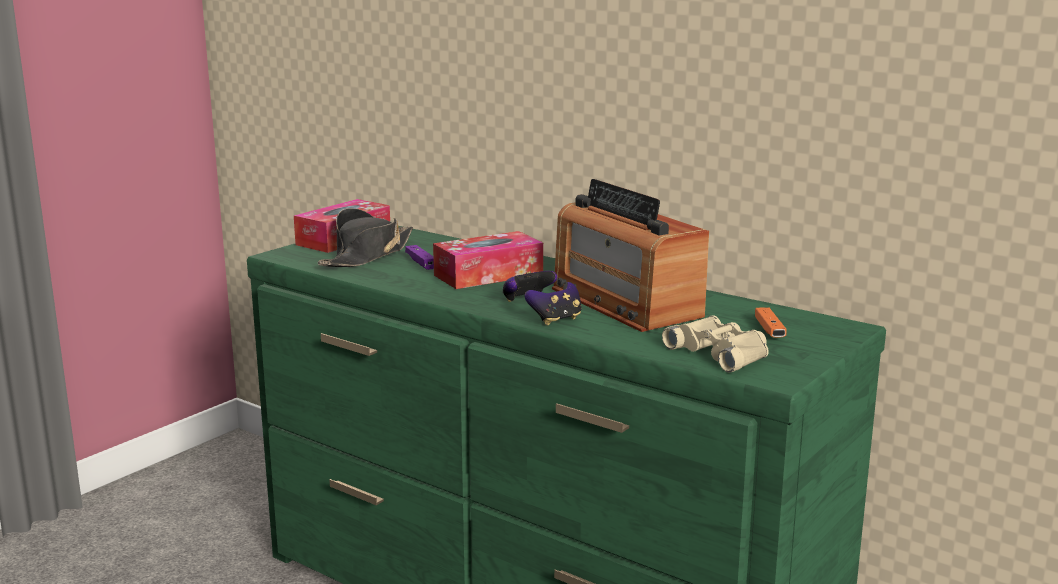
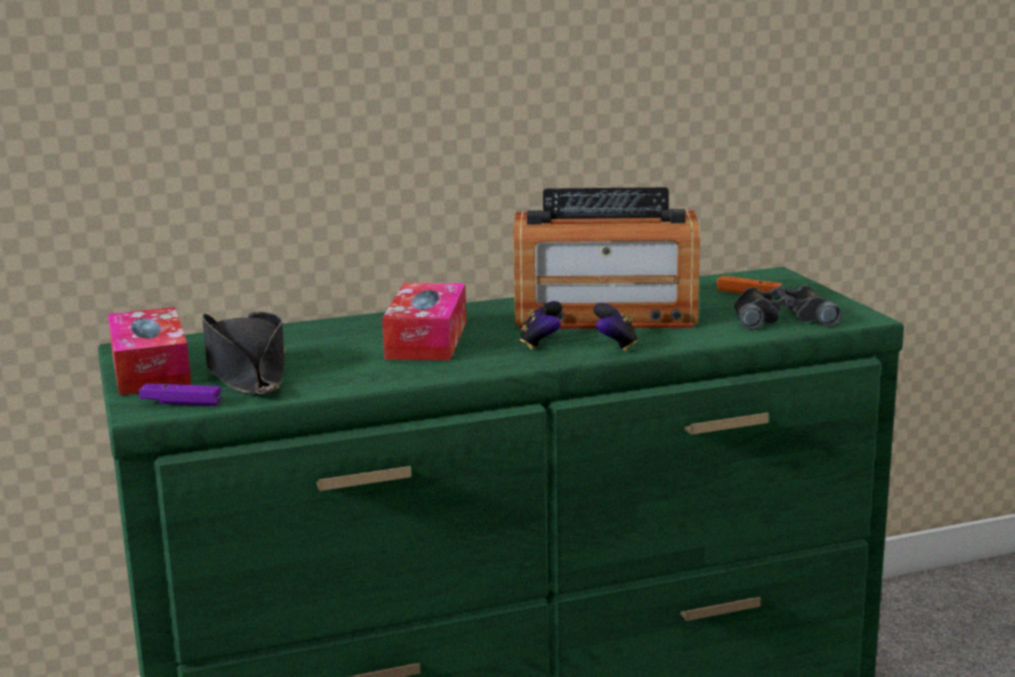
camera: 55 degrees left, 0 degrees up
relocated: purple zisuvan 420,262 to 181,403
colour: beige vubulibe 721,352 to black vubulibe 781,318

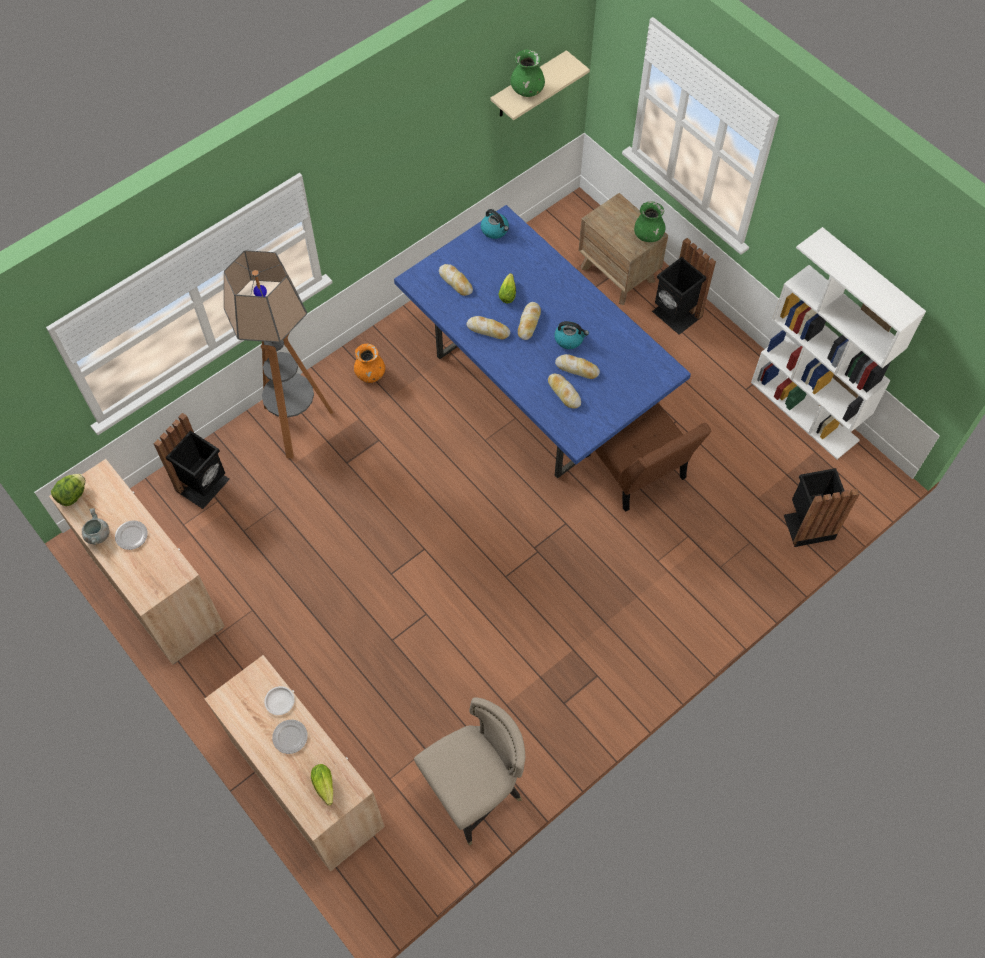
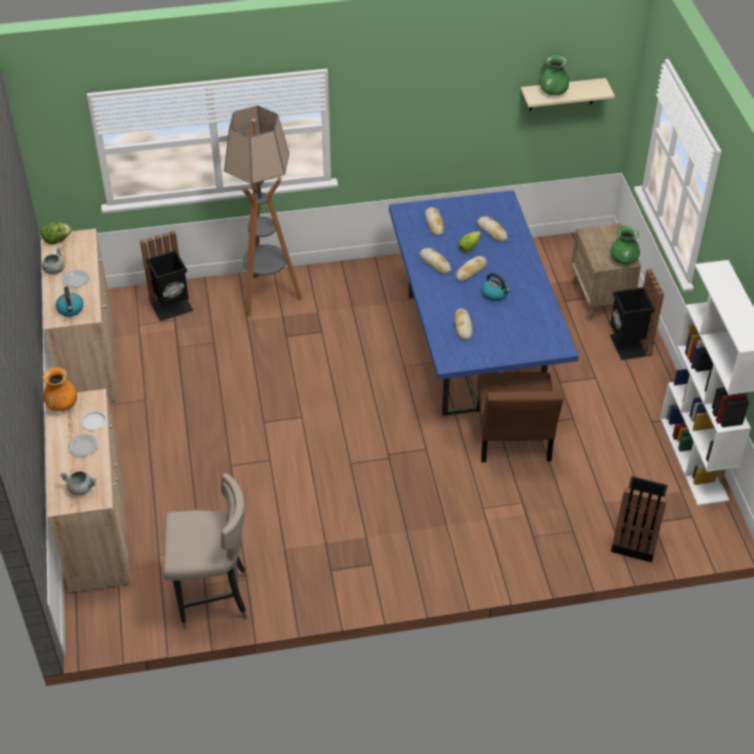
camera: 30 degrees right, 15 degrees down
relocated: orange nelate 370,374 to 62,404; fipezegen 495,230 to 70,309; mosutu 577,369 to 492,231
exchanged: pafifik 325,788 to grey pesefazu 81,488

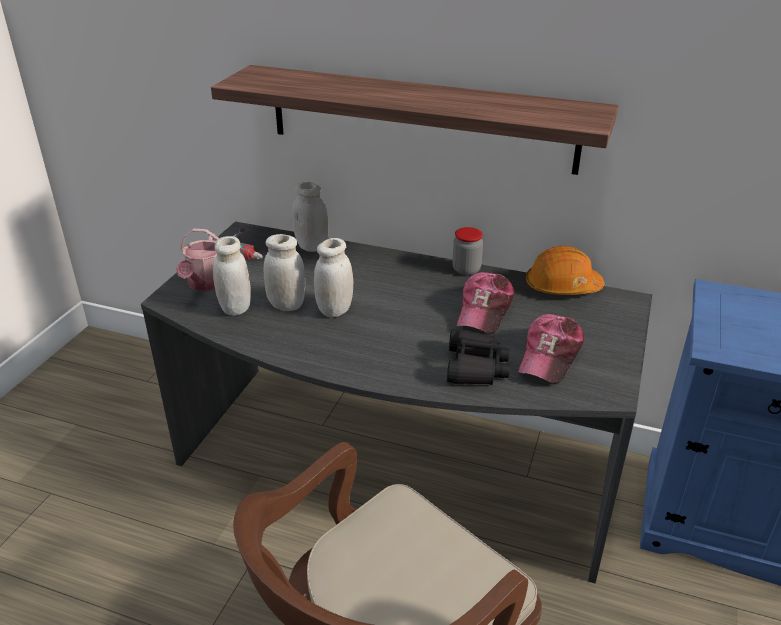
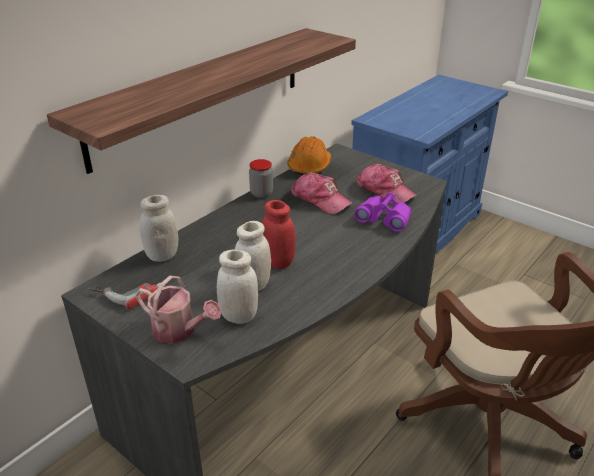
camera: 70 degrees left, 0 degrees up
colour: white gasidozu 335,310 to red gasidozu 278,262; black vubulibe 475,367 to purple vubulibe 384,219

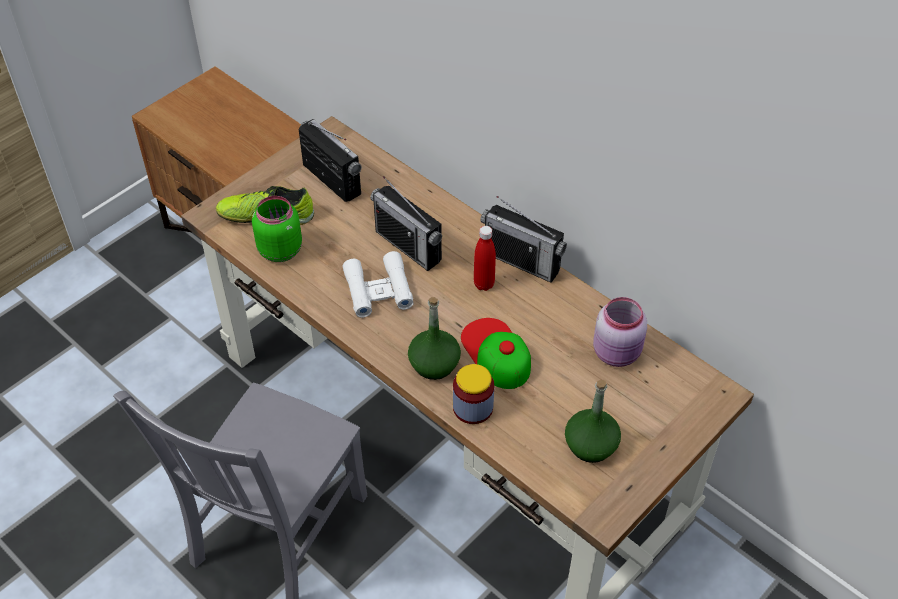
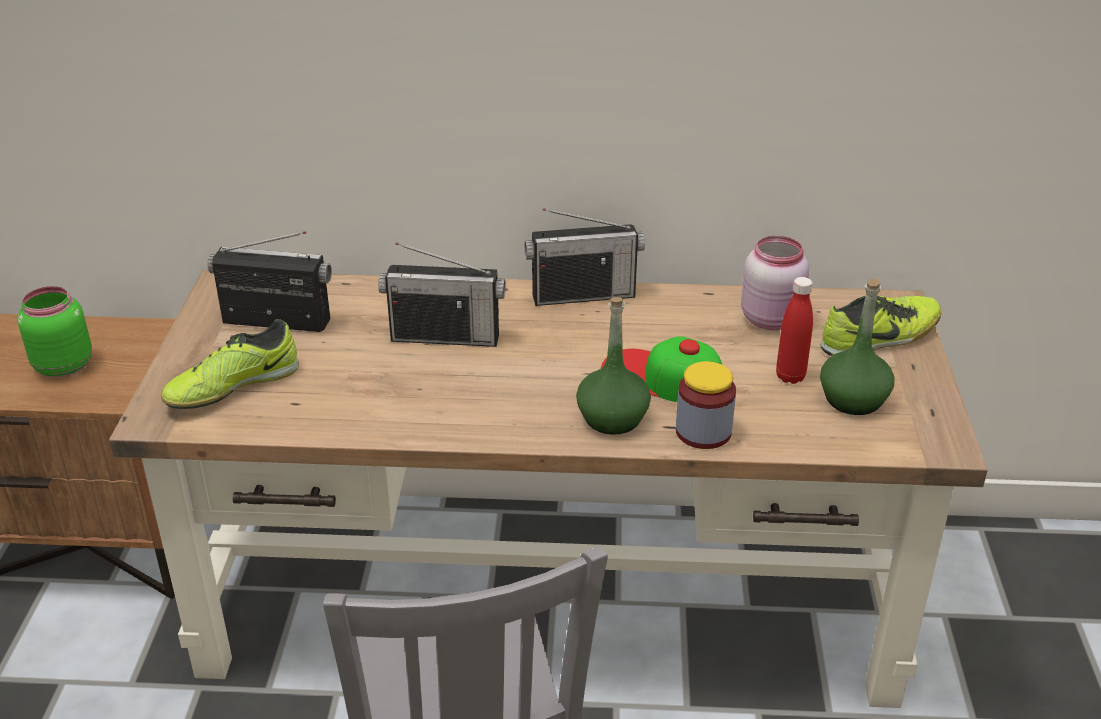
camera: 40 degrees left, 15 degrees down
missing: white vubulibe 378,290
appeared: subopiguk 880,338
relocated: green gasidozu 280,249 to 62,366; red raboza 484,284 to 790,376

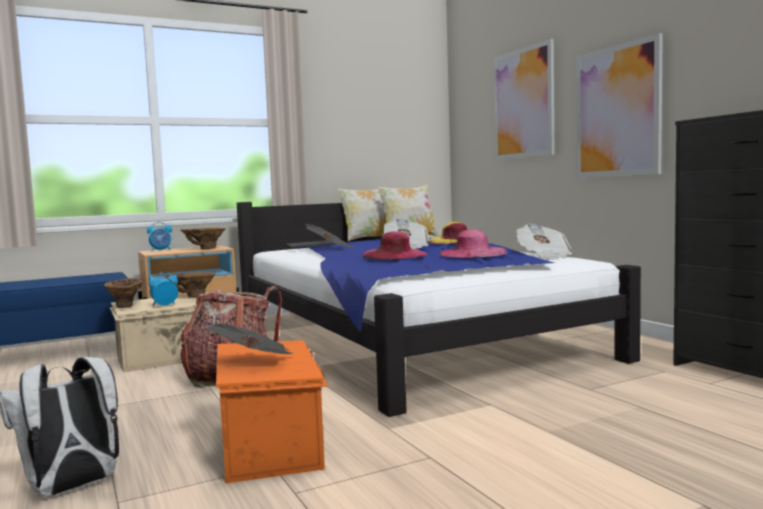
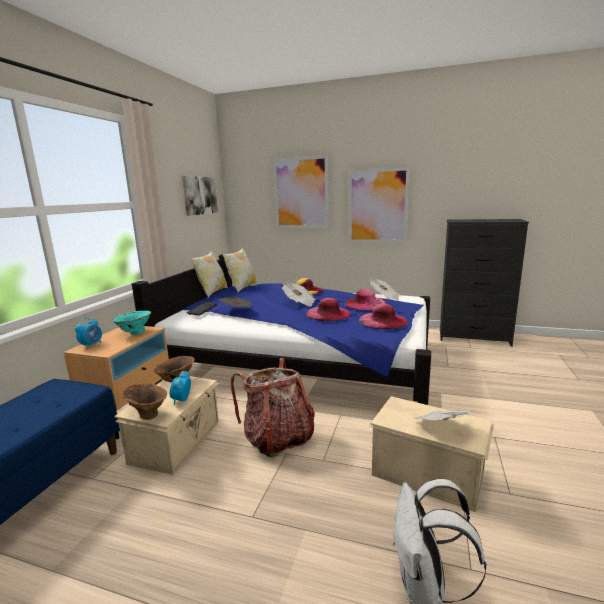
camera: 45 degrees left, 10 degrees up
appeared: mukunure 200,195; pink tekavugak 383,321
colour: brown nelate 204,248 to turquoise nelate 134,333; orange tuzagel 272,444 to beige tuzagel 427,472

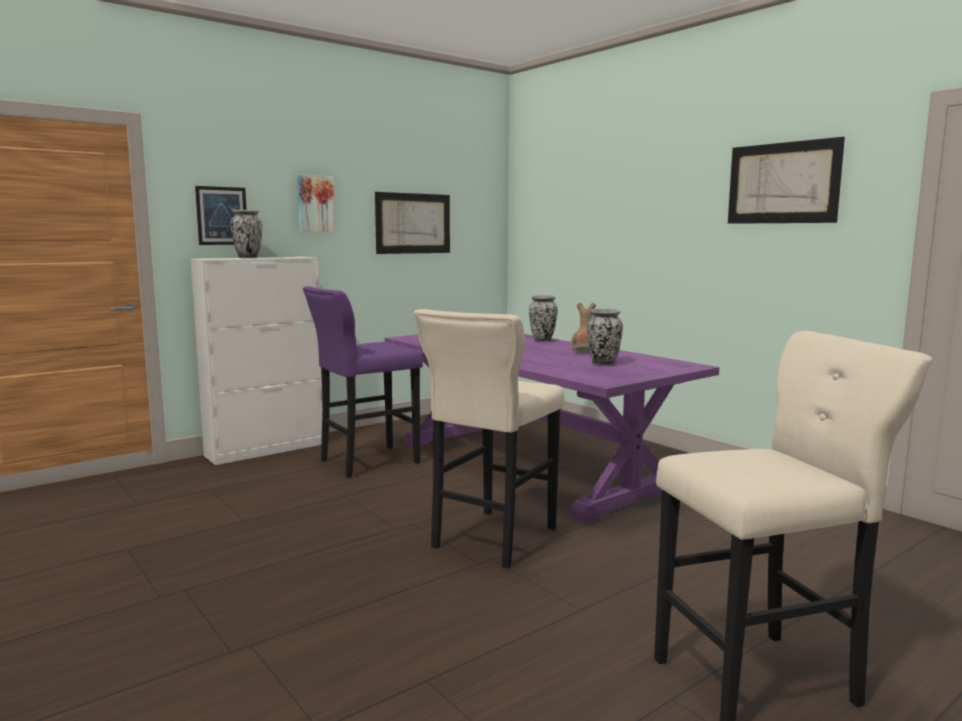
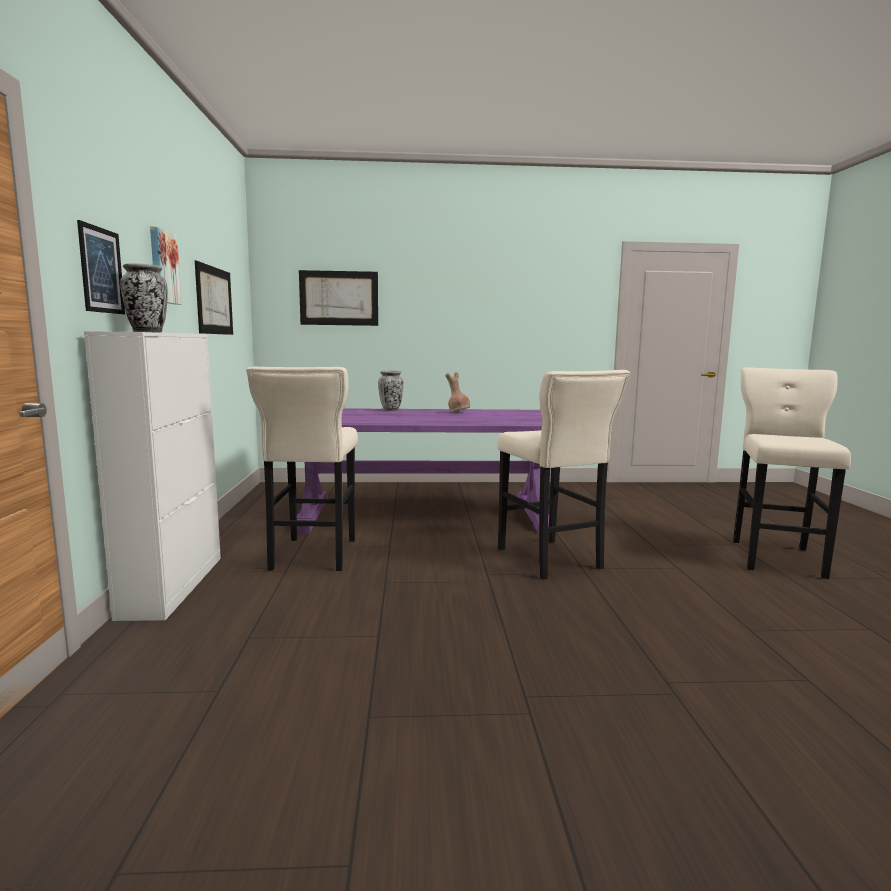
camera: 55 degrees left, 0 degrees up
missing: nelate 603,364
relocated: mukunure 782,183 to 339,298
colour: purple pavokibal 365,462 to beige pavokibal 313,556

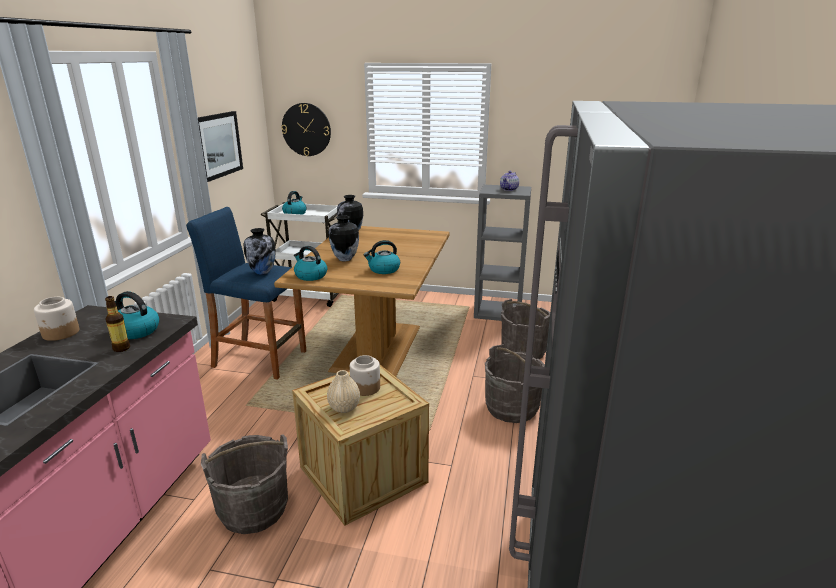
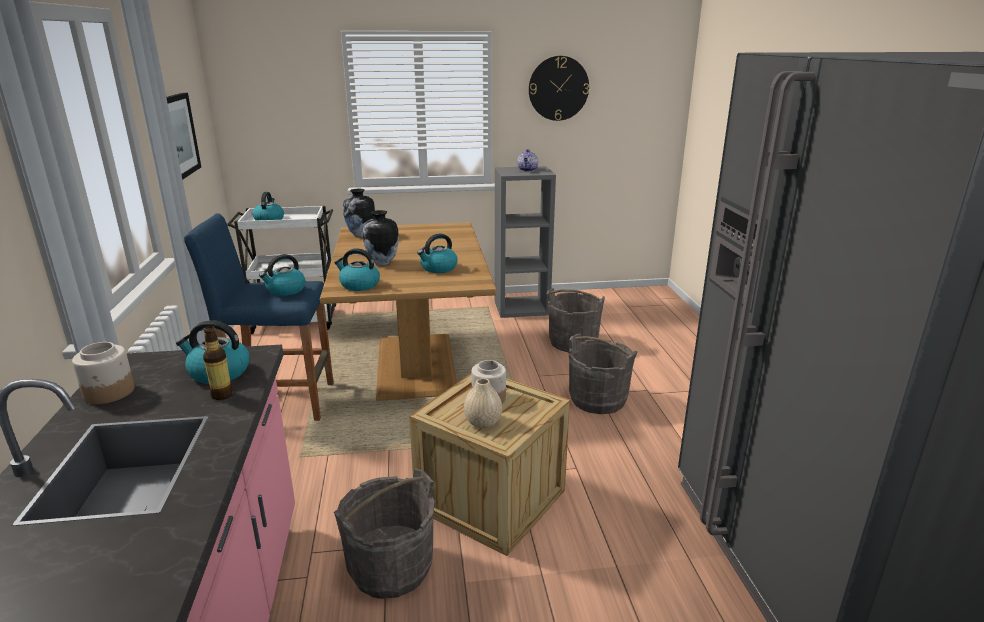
camera: 20 degrees left, 0 degrees up
relocated: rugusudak 306,129 to 558,88
exchanged: nelate 262,272 to fipezegen 285,290

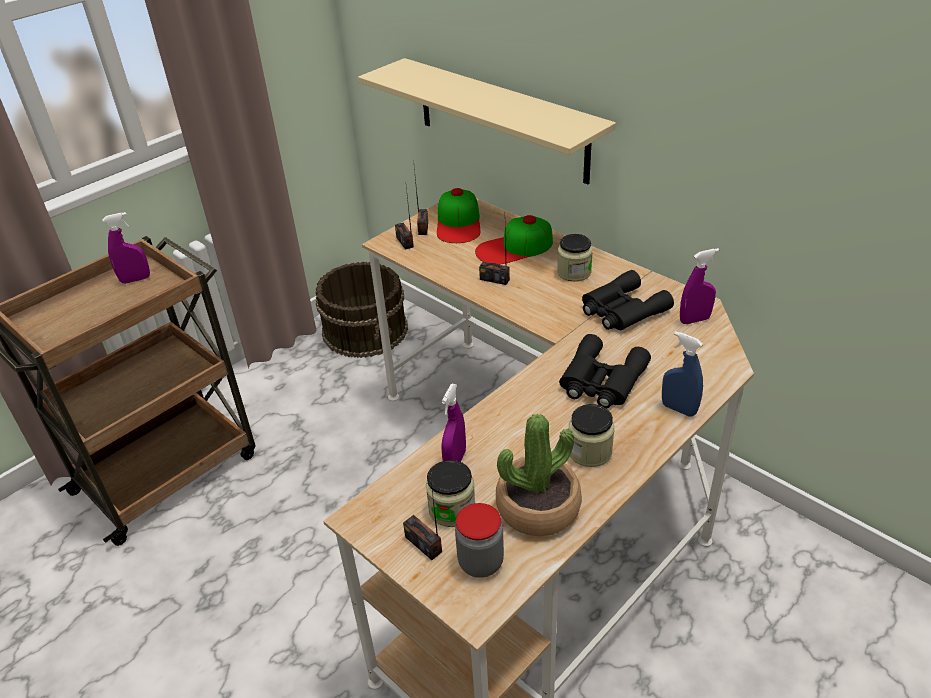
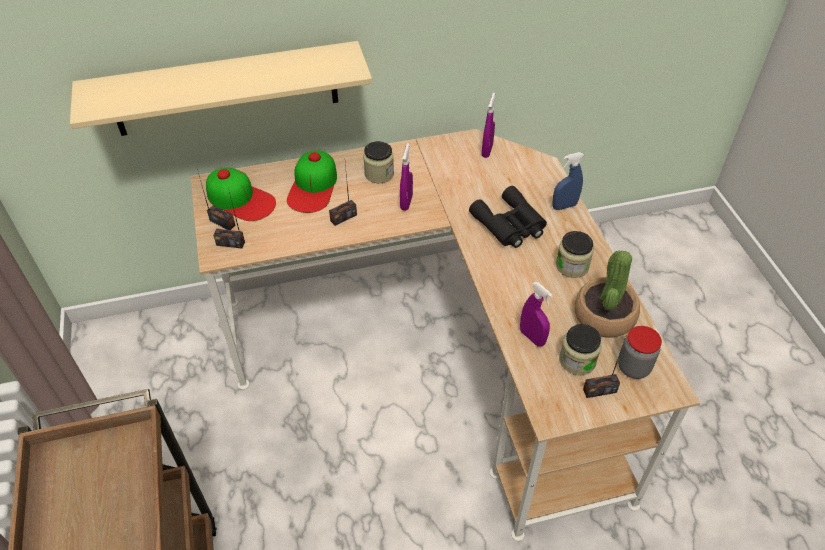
camera: 60 degrees left, 10 degrees up
missing: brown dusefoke 366,330; black vubulibe 621,310
relocated: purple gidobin 135,279 to 406,202

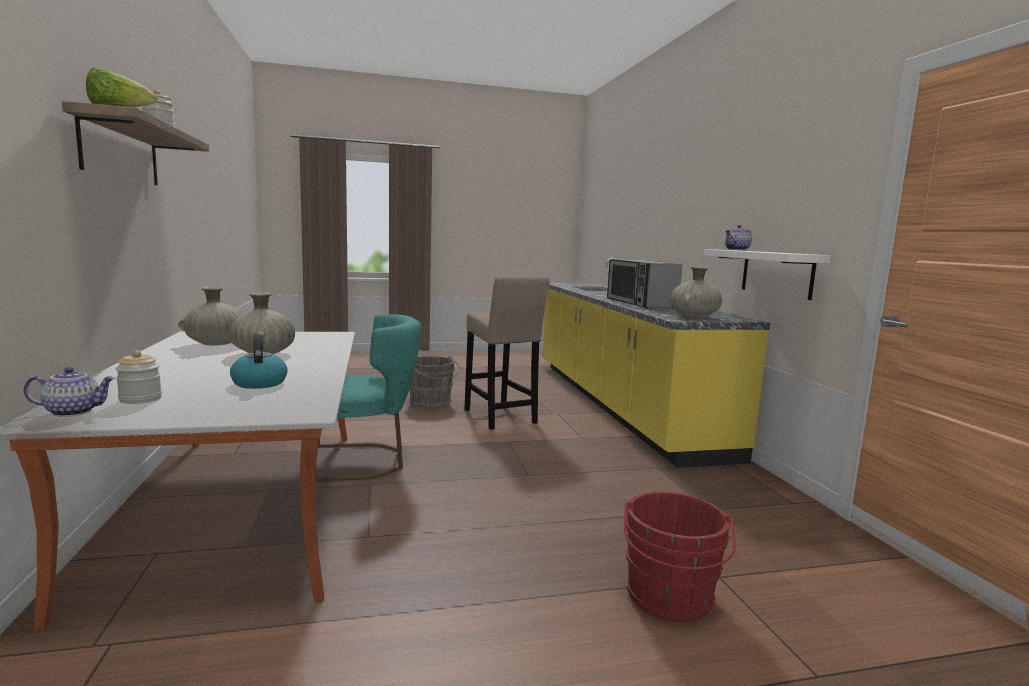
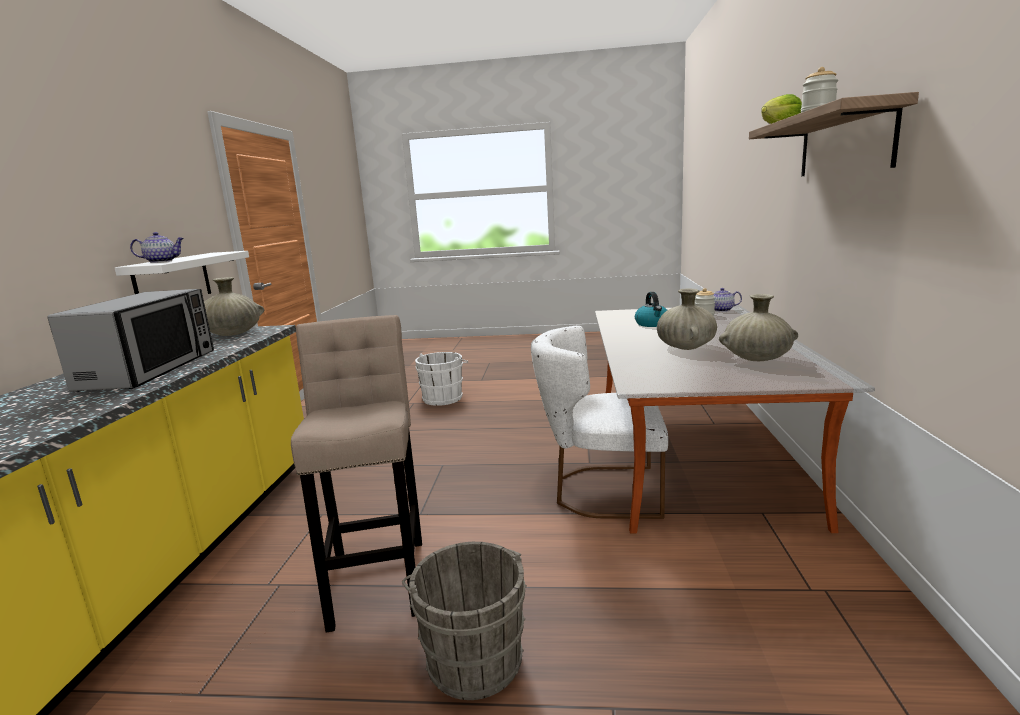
camera: 160 degrees left, 5 degrees up
colour: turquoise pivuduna 362,461 to white pivuduna 601,491; red dusefoke 669,599 to white dusefoke 444,398

